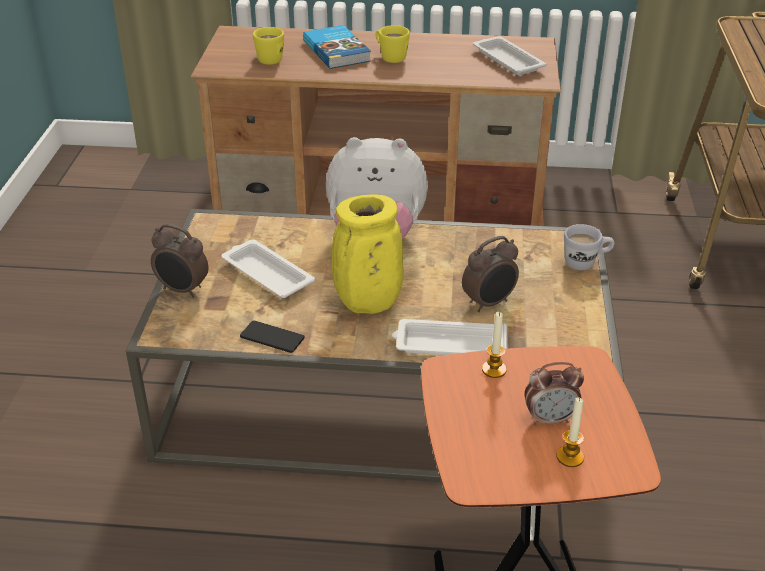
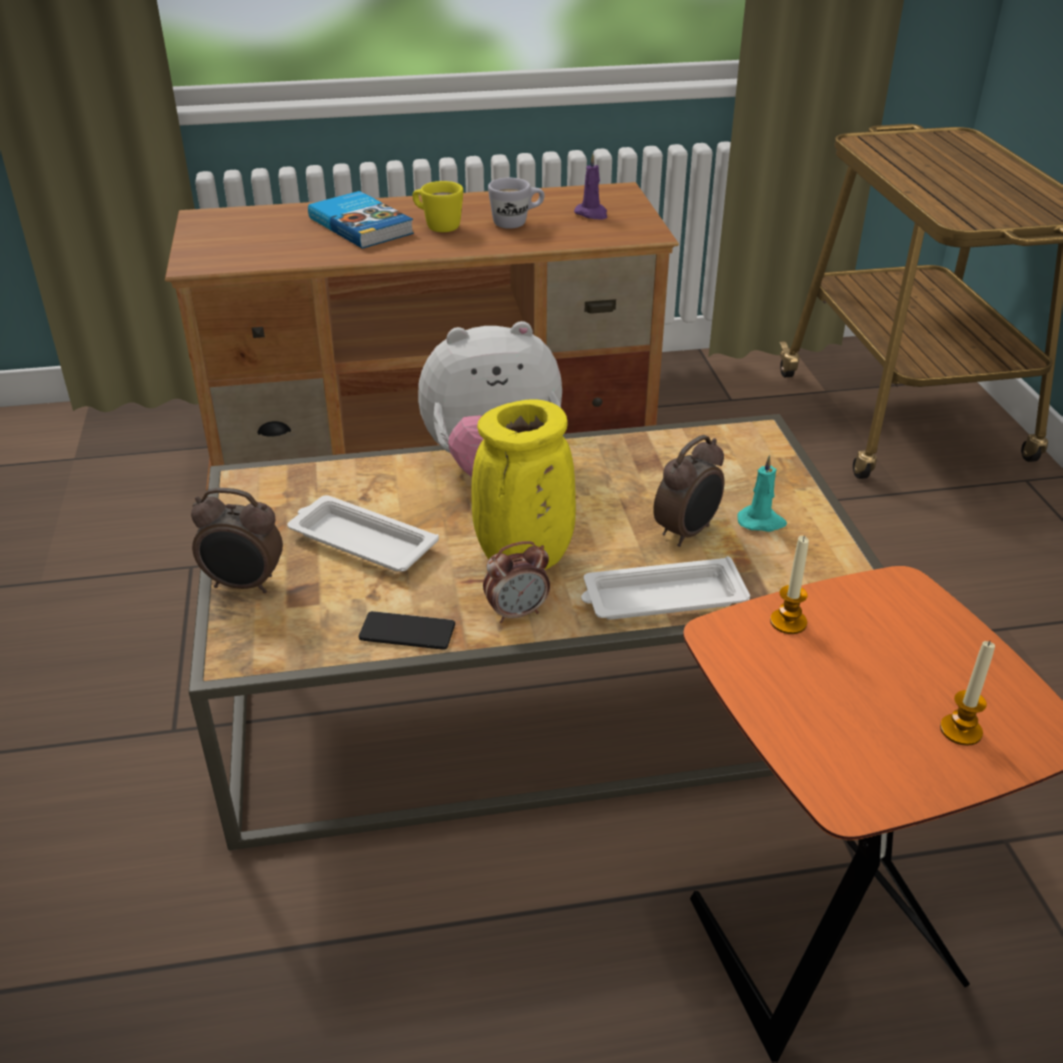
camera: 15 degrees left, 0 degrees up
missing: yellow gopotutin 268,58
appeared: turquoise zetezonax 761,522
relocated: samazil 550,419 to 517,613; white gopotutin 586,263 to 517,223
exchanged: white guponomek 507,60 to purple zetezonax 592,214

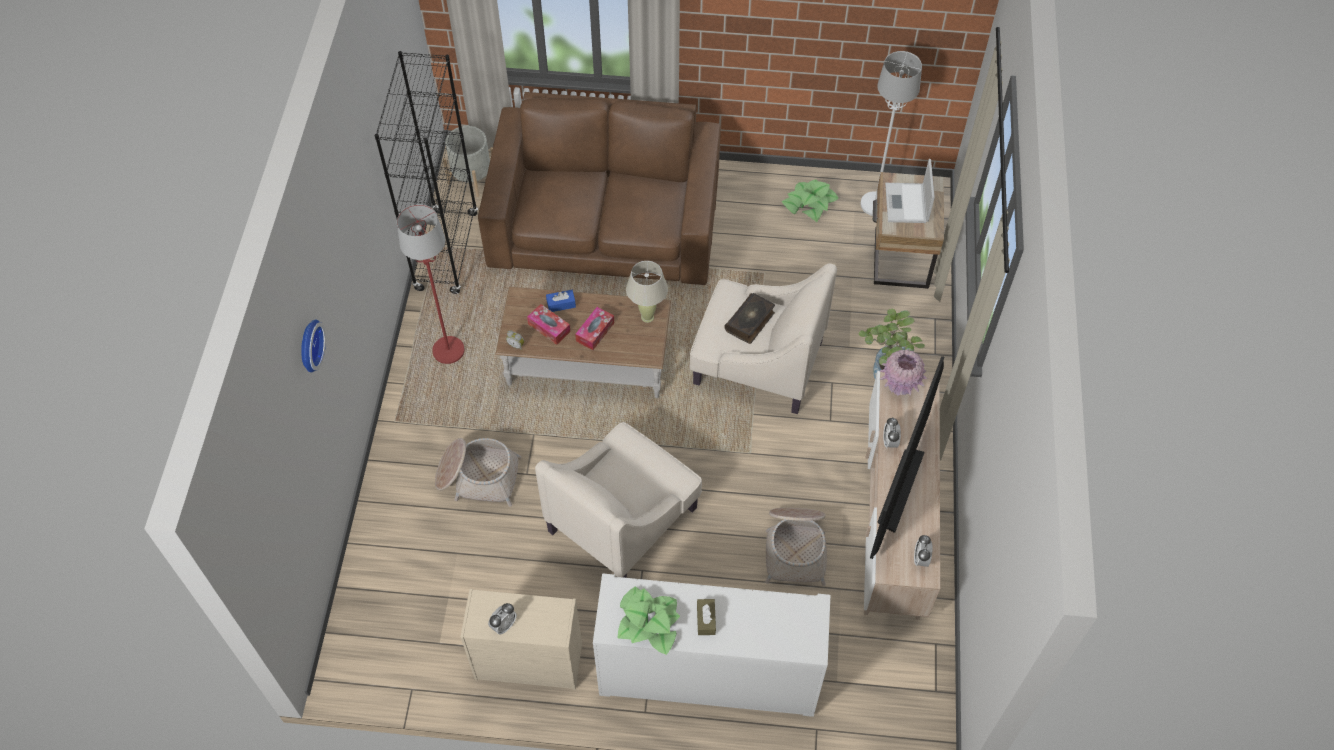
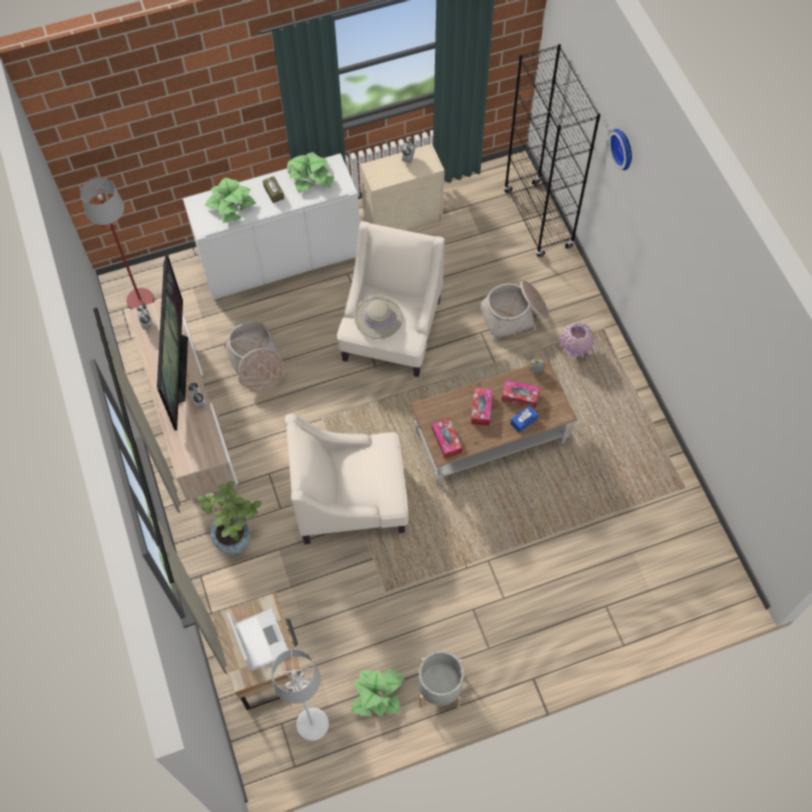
camera: 155 degrees right, 5 degrees up
missing: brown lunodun 606,223; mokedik 750,322
appeared: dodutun 231,204; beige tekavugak 378,318
relocated: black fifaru 446,251 to 538,219; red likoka 448,351 to 140,300; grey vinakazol 472,178 to 440,688; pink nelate 900,385 to 574,349
exchanged: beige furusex 647,317 to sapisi 446,440

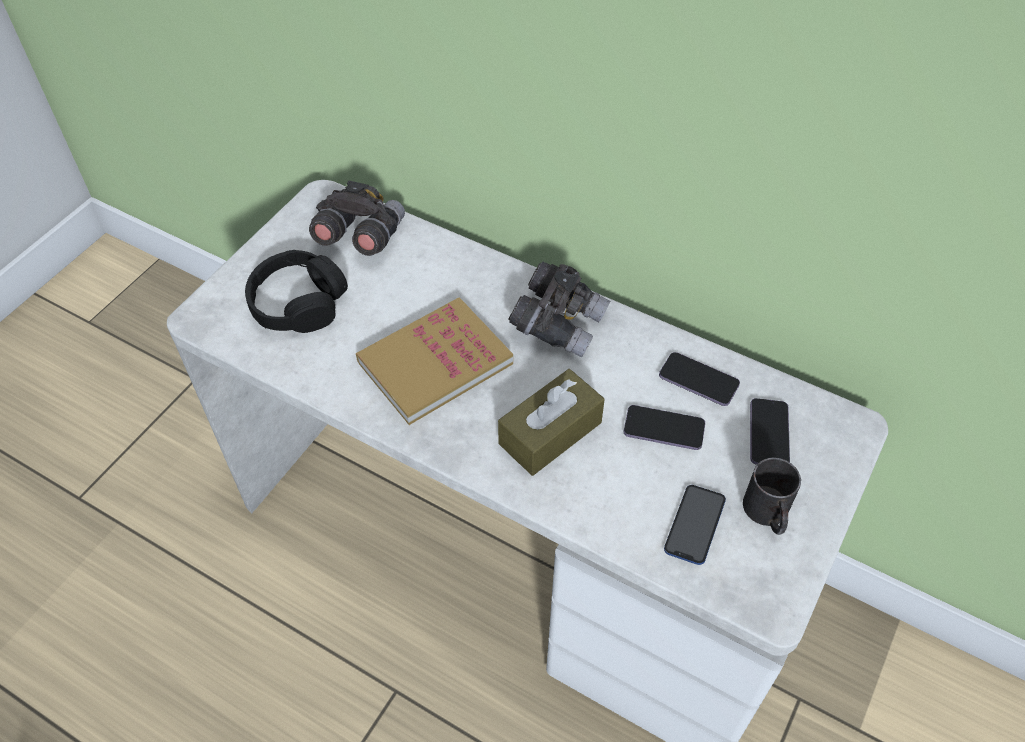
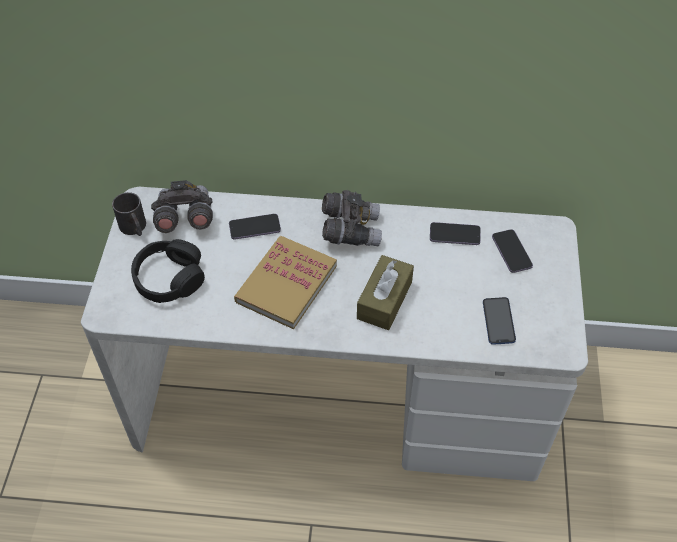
camera: 25 degrees left, 0 degrees up
relocated: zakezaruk 664,429 to 254,228; black gopotutin 768,514 to 135,228

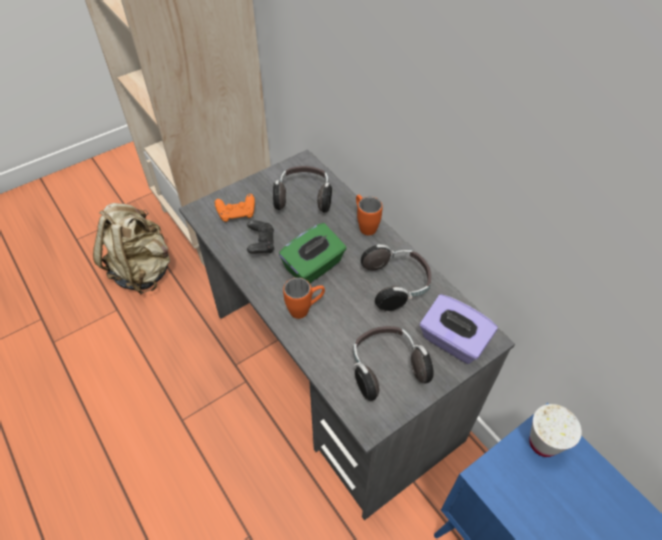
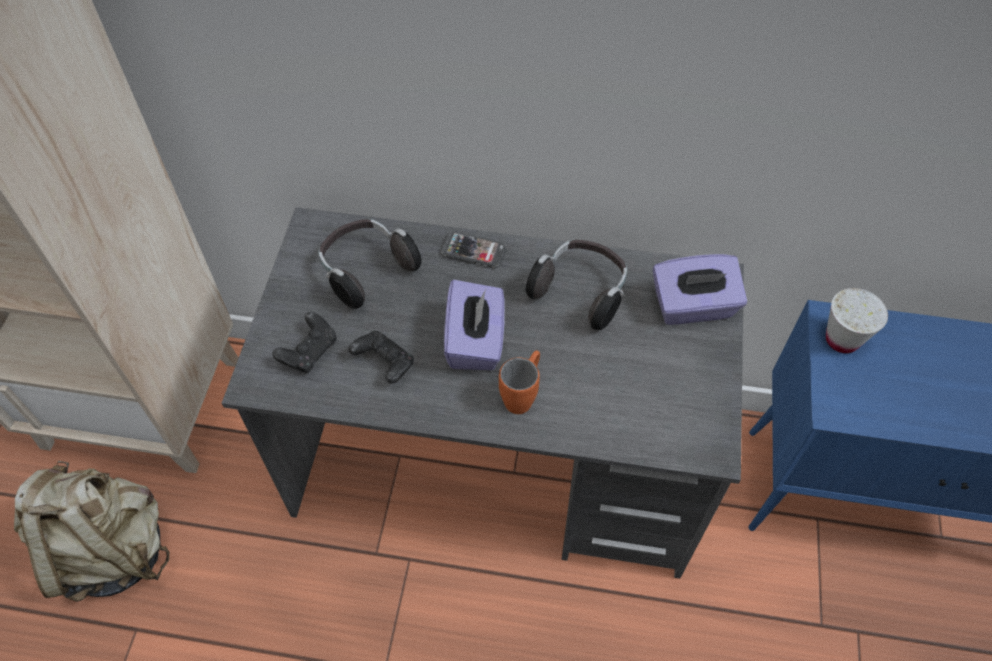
camera: 45 degrees left, 5 degrees up
missing: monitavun 386,368
exchanged: orange gopotutin 365,225 to zakezaruk 473,251
colour: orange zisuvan 237,214 to black zisuvan 309,351; green sapisi 314,267 to purple sapisi 475,341

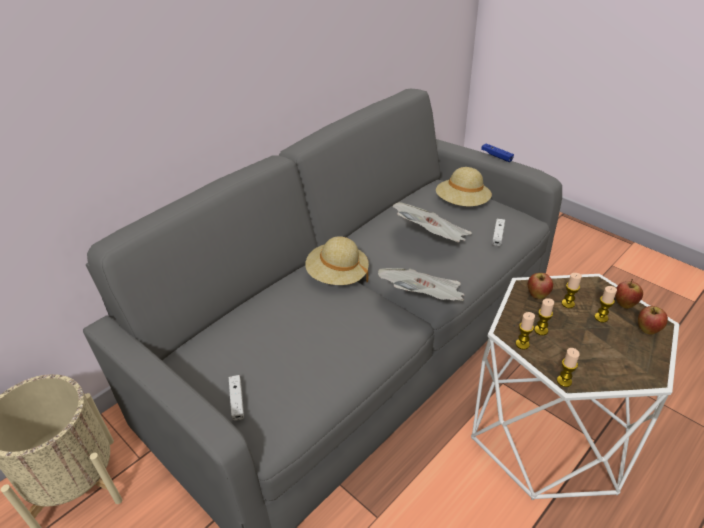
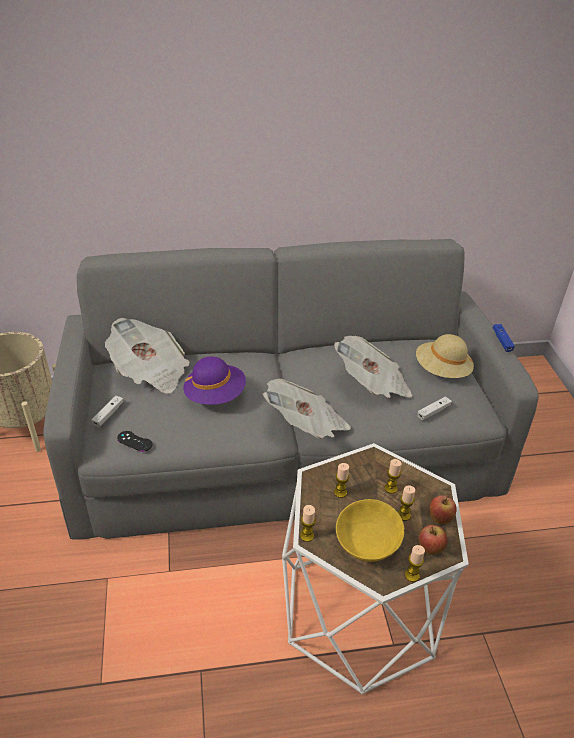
camera: 35 degrees right, 0 degrees up
missing: beige tekavugak 337,276; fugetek 537,296
appeared: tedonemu 150,371; black zisuvan 134,441; purple tekavugak 215,395; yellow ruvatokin 365,547
relocated: zetezonax 522,344 to 412,575

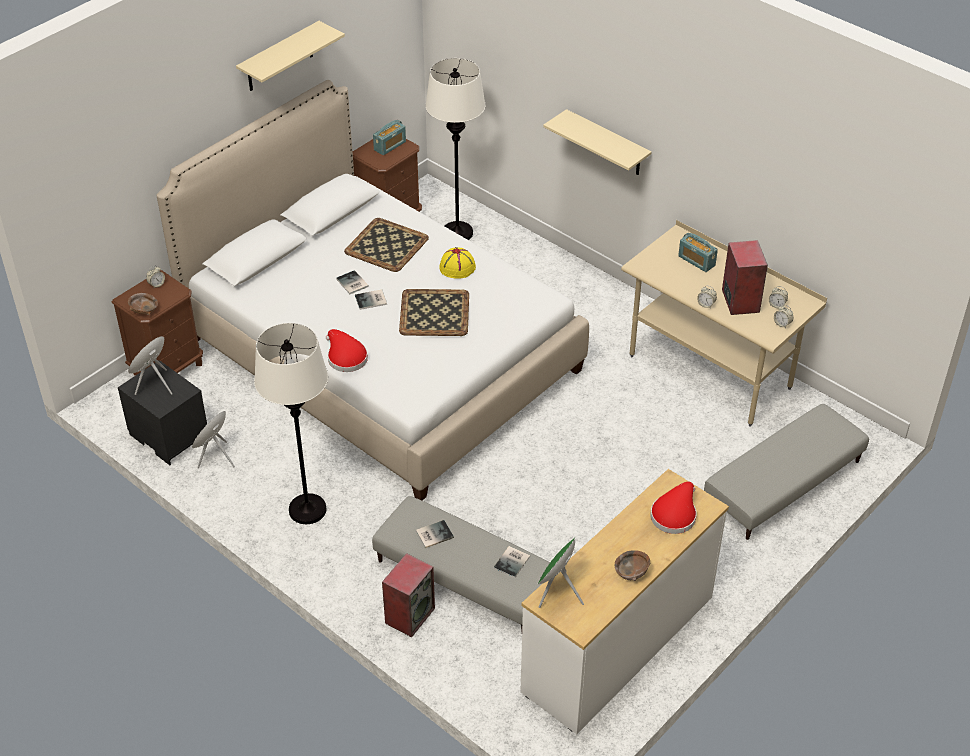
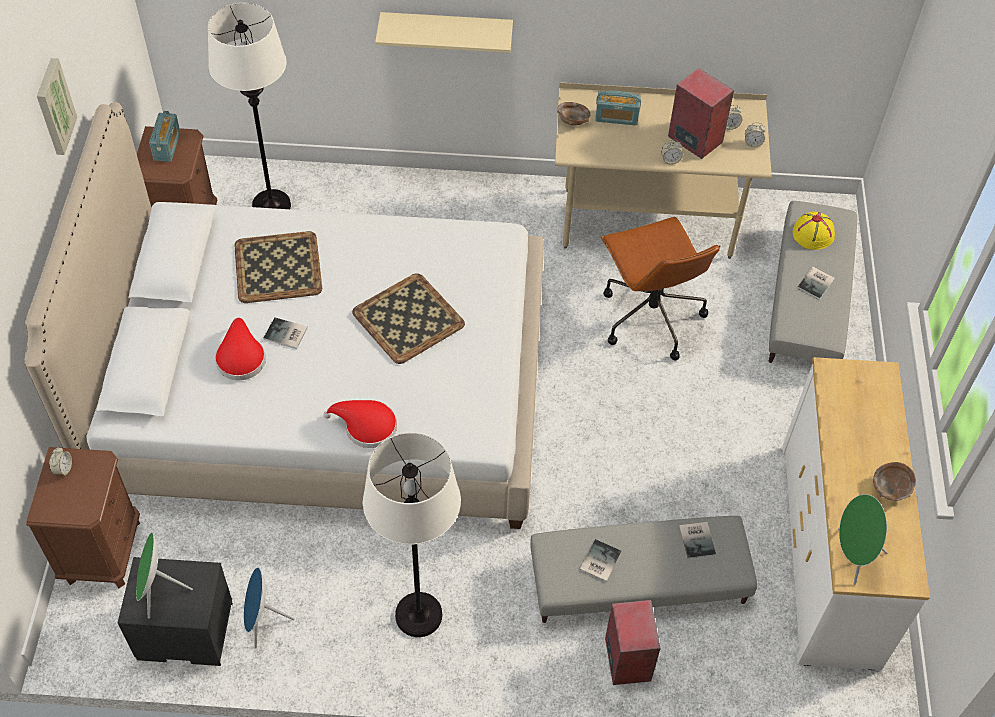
camera: 40 degrees left, 10 degrees up
appeared: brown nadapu 650,317
relocated: brown ruvatokin 144,310 to 572,121; mokedik 372,300 to 817,283; yellow tekavugak 457,267 to 813,234; red tekavugak 674,514 to 240,357
exchanged: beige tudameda 279,57 to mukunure 53,107

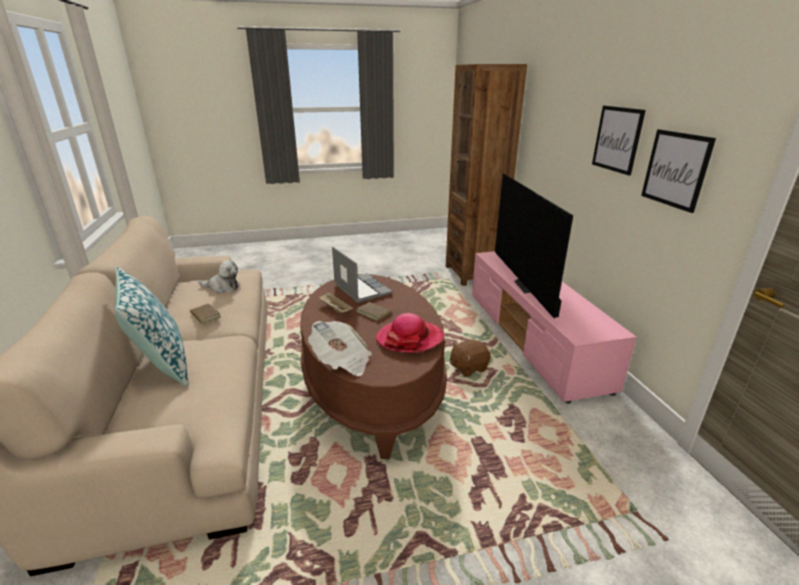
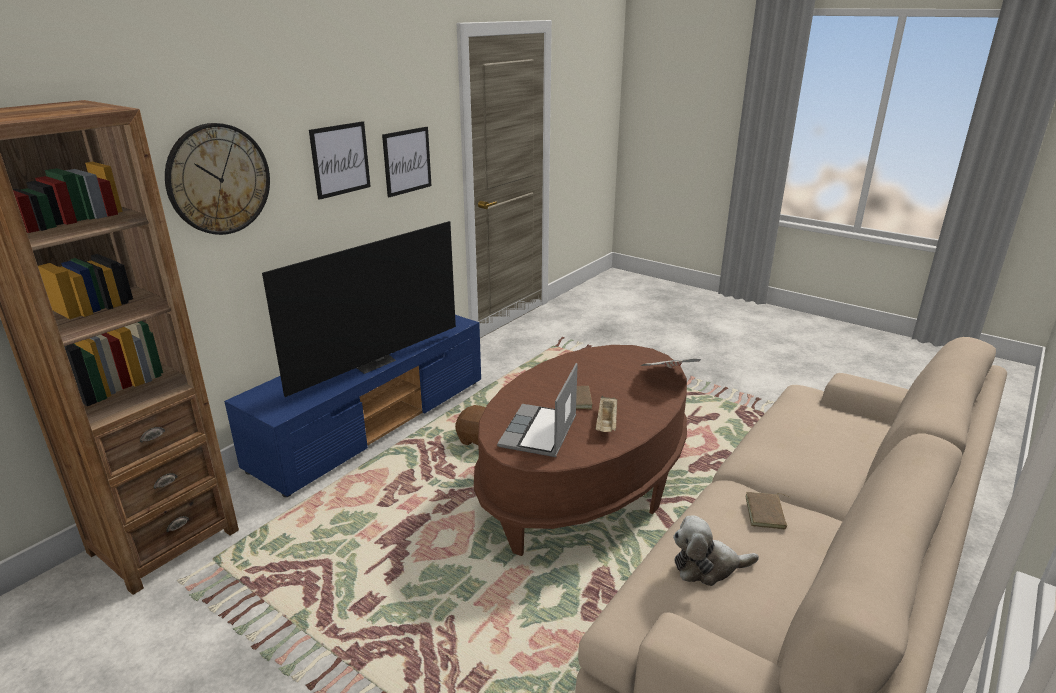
camera: 130 degrees left, 0 degrees up
missing: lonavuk 162,365; tekavugak 410,339
appeared: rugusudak 218,179
colour: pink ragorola 534,339 to blue ragorola 374,422
spun: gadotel 222,287 = 707,566 60 degrees counterclockwise

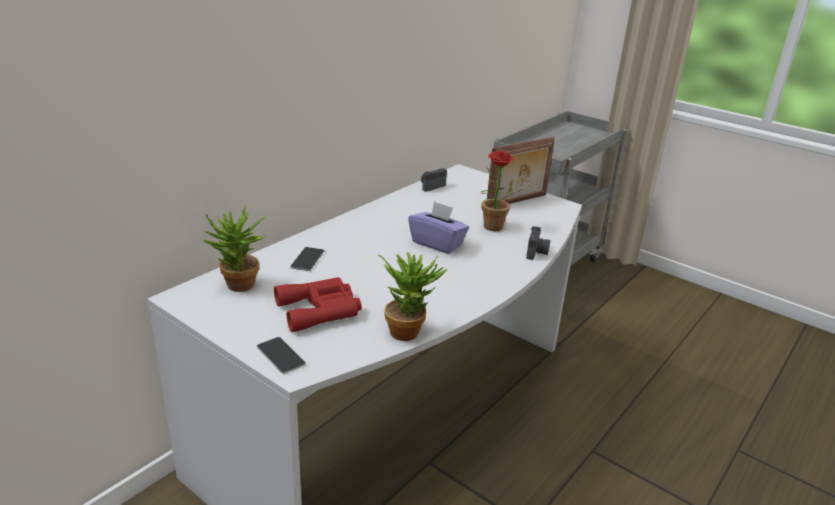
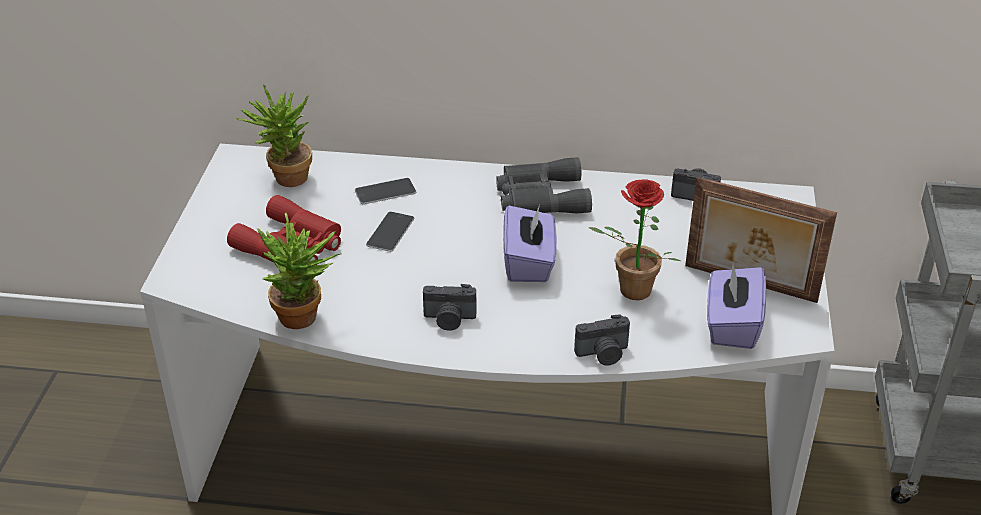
camera: 60 degrees right, 10 degrees up
appeared: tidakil 449,319; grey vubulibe 539,197; purple sapisi 731,325
relocated: zakezaruk 280,355 to 390,232

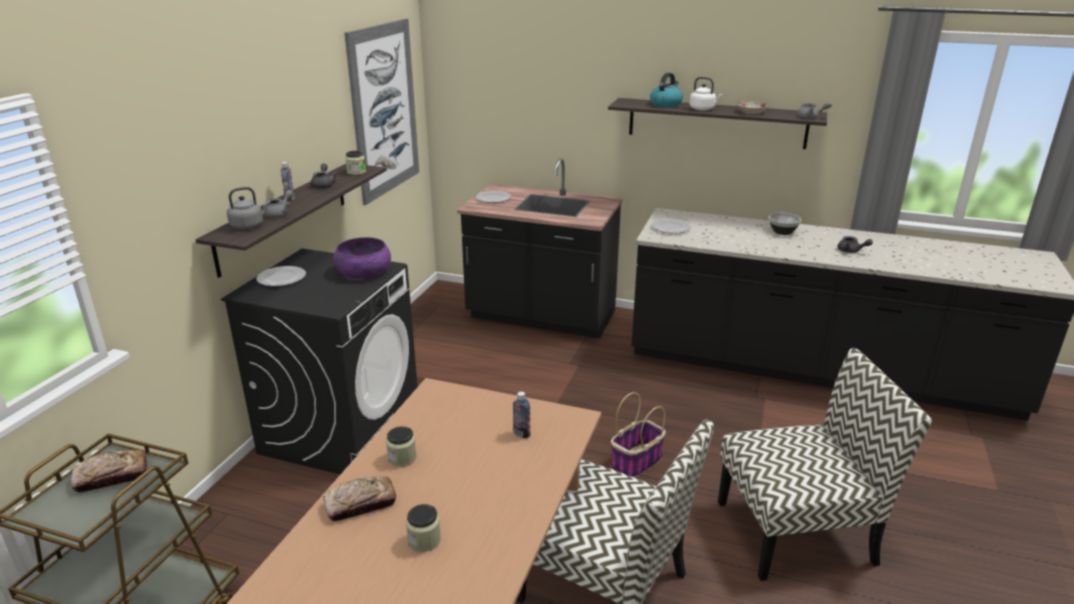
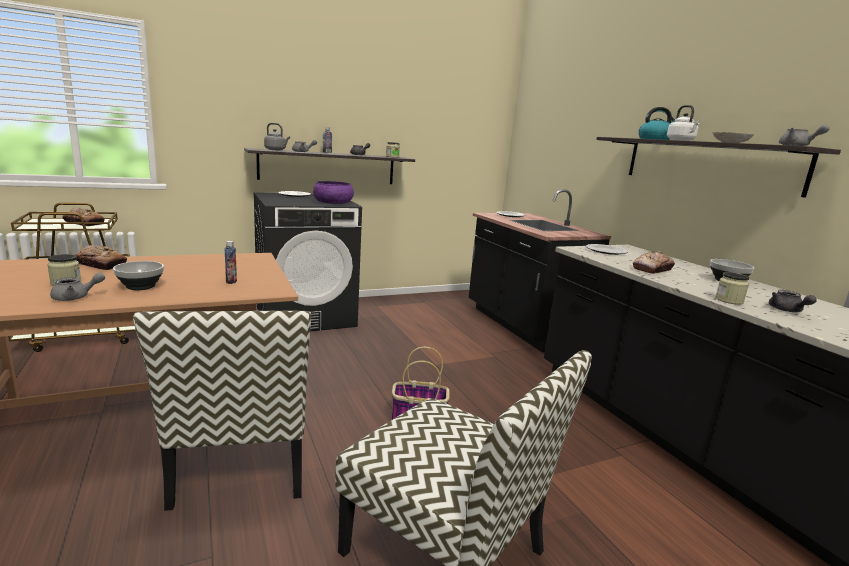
camera: 45 degrees right, 10 degrees down
missing: mukunure 384,110
appeared: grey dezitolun 76,297; ruvatokin 140,286; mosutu 652,269
relocated: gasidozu 402,458 to 729,300

